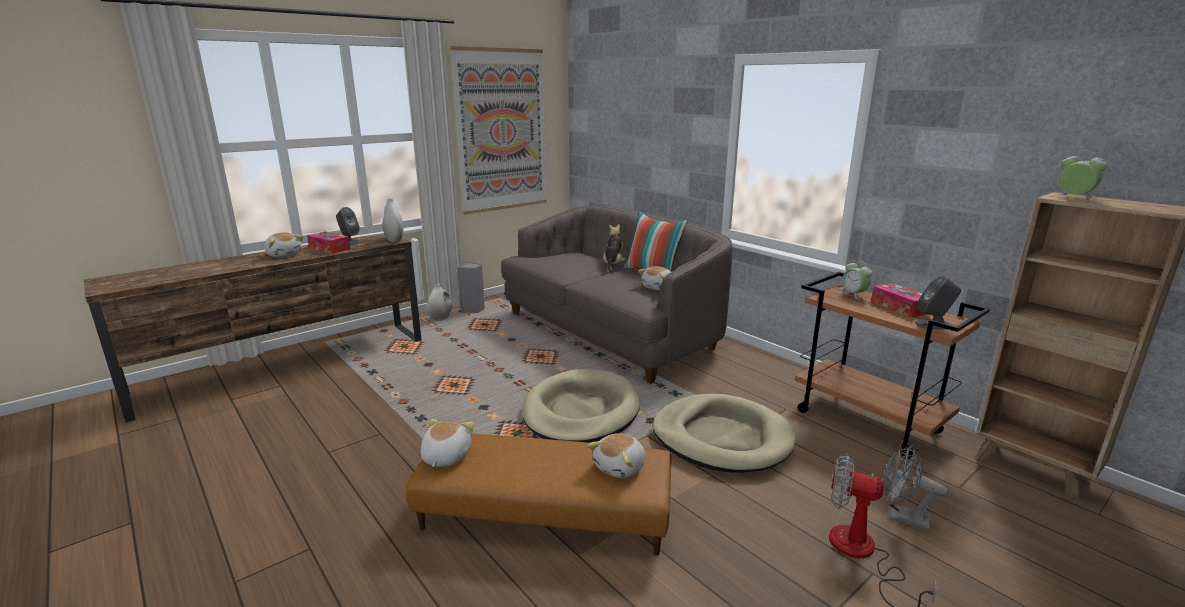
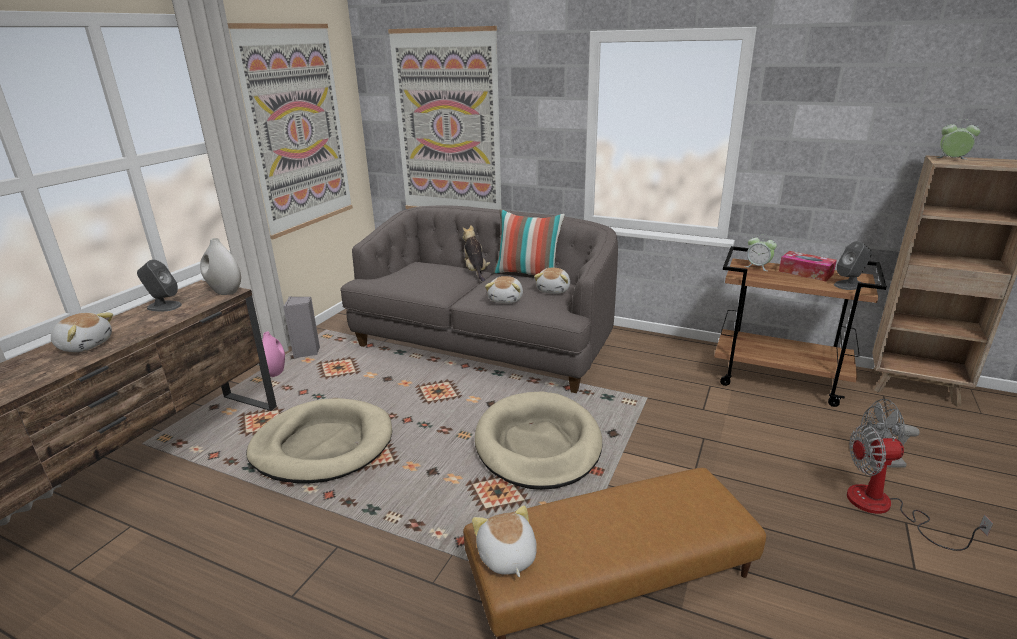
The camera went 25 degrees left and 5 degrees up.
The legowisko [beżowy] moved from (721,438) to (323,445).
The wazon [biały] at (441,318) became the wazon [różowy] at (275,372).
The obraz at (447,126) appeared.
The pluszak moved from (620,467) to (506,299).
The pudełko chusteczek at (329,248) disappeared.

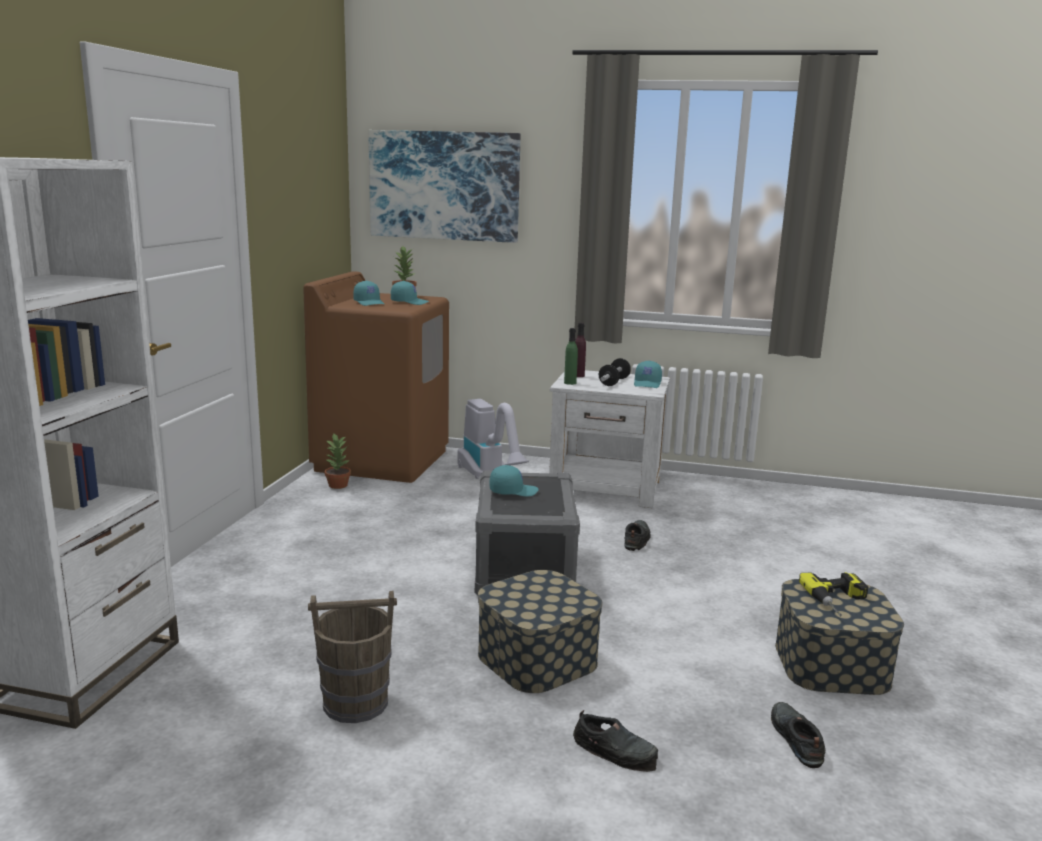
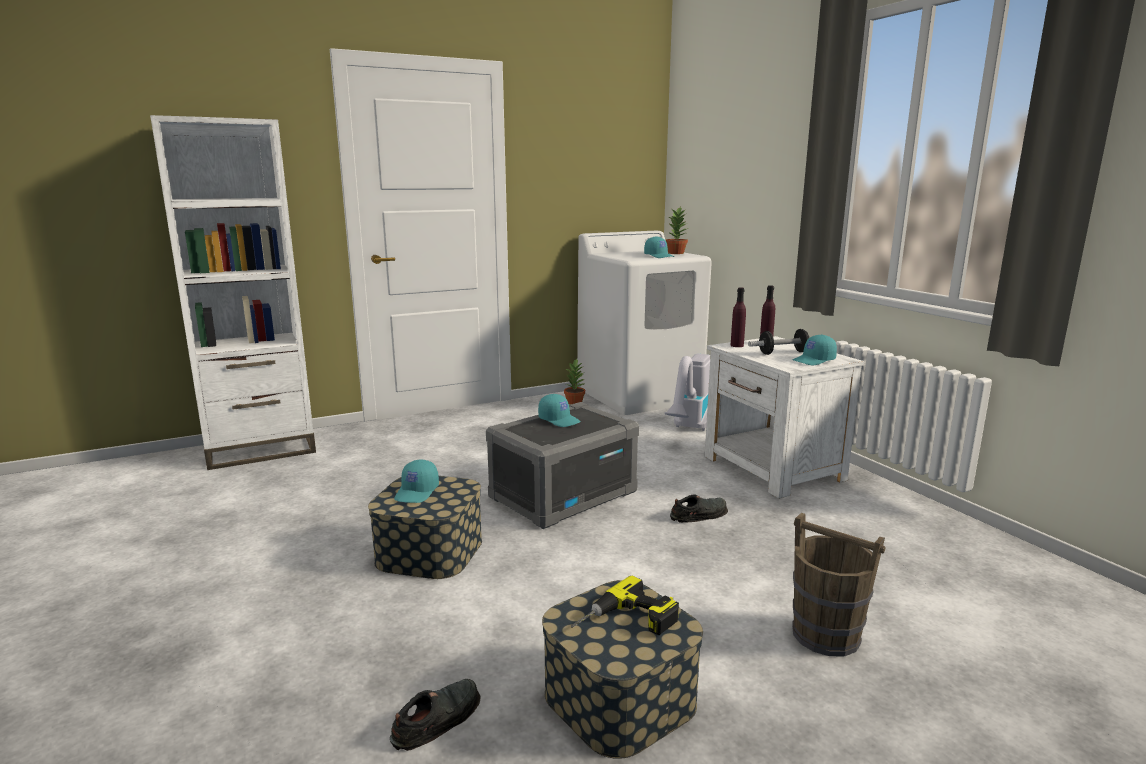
The camera went 50 degrees right and 0 degrees up.
The czapka z daszkiem [turkusowy] moved from (369,303) to (417,492).
The pralka [brązowy] at (382,460) became the pralka [biały] at (639,395).
The butelka [zielony] at (570,383) became the butelka [fioletowy] at (737,345).
The wiadro [brązowy] moved from (356,703) to (826,635).
The obraz at (444,186) disappeared.
The but [czarny] at (616,751) disappeared.

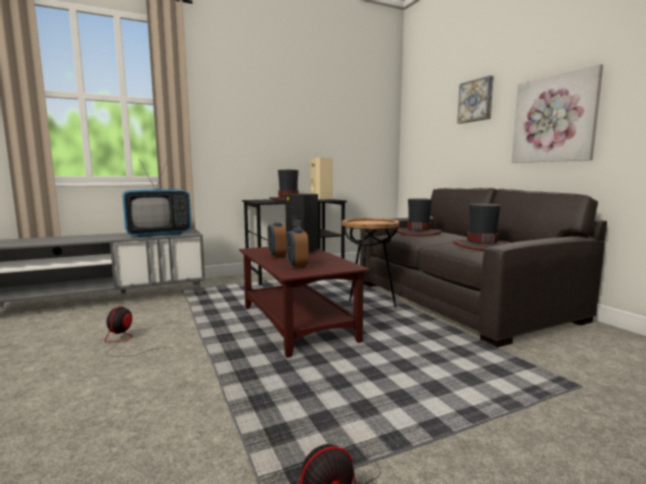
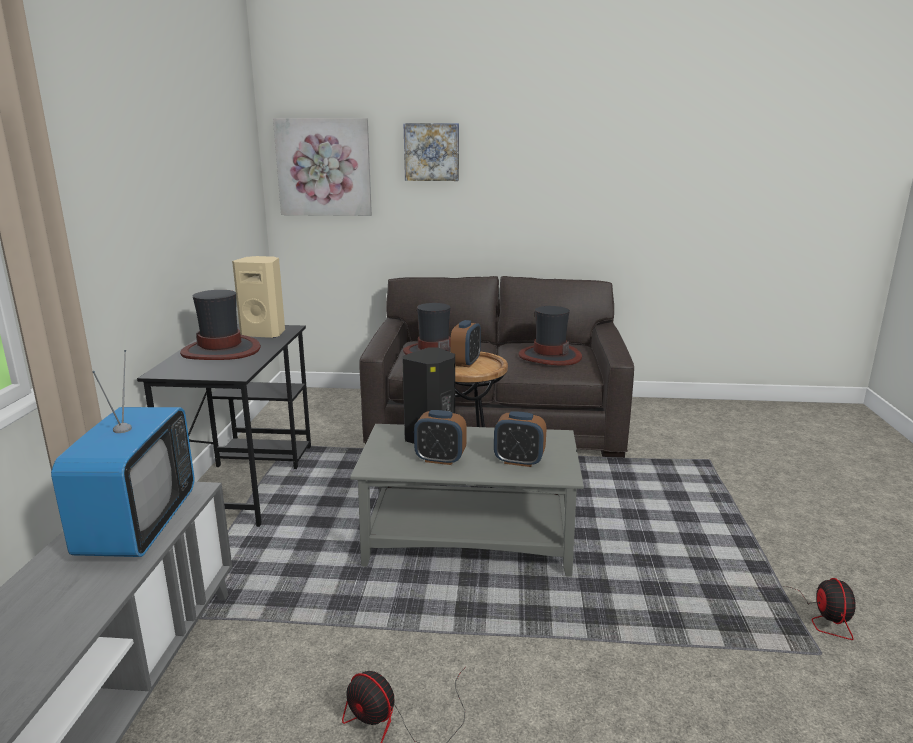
The camera went 60 degrees left and 10 degrees up.
The obraz moved from (554,119) to (324,167).
The ława [brązowy] at (298,324) became the ława [szary] at (470,540).
The budzik at (466,363) appeared.

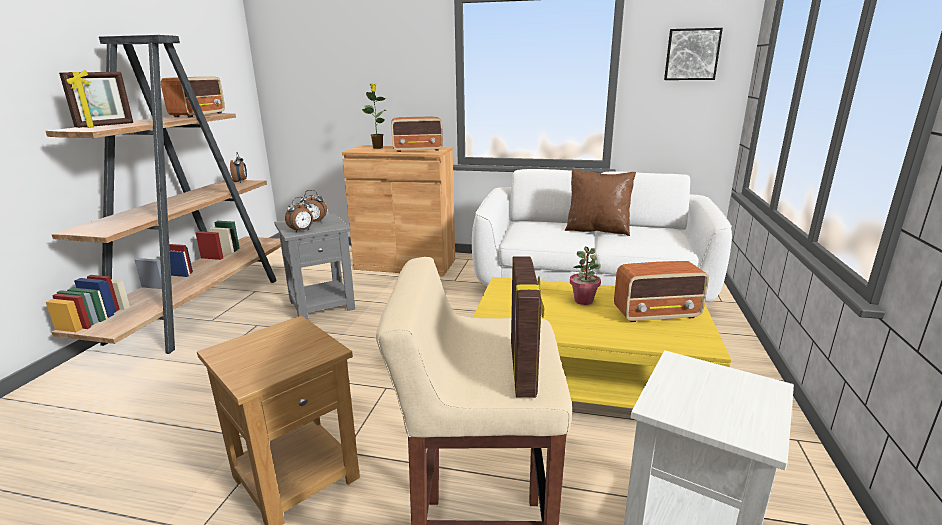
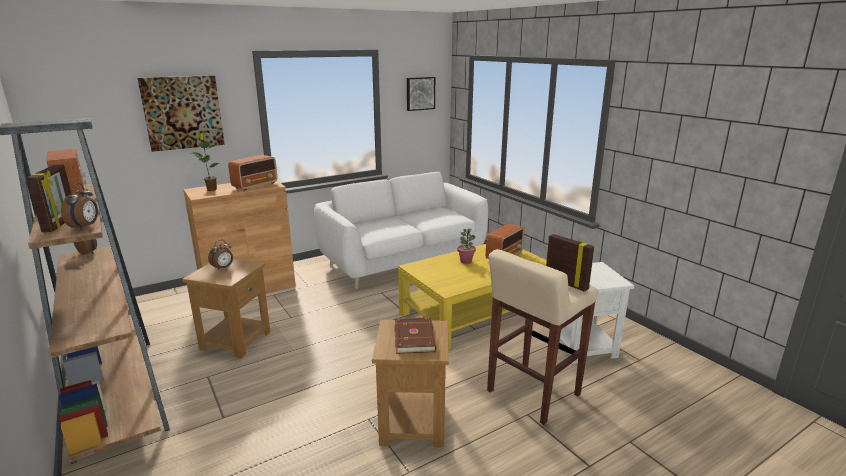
The camera went 45 degrees left and 0 degrees up.
The budzik moved from (302,231) to (85,226).
The obraz at (183,112) appeared.
The stolik [szary] at (322,304) became the stolik [brązowy] at (236,340).
The książka [brązowy] at (415,337) appeared.
The poduszka [brązowy] at (597,230) disappeared.

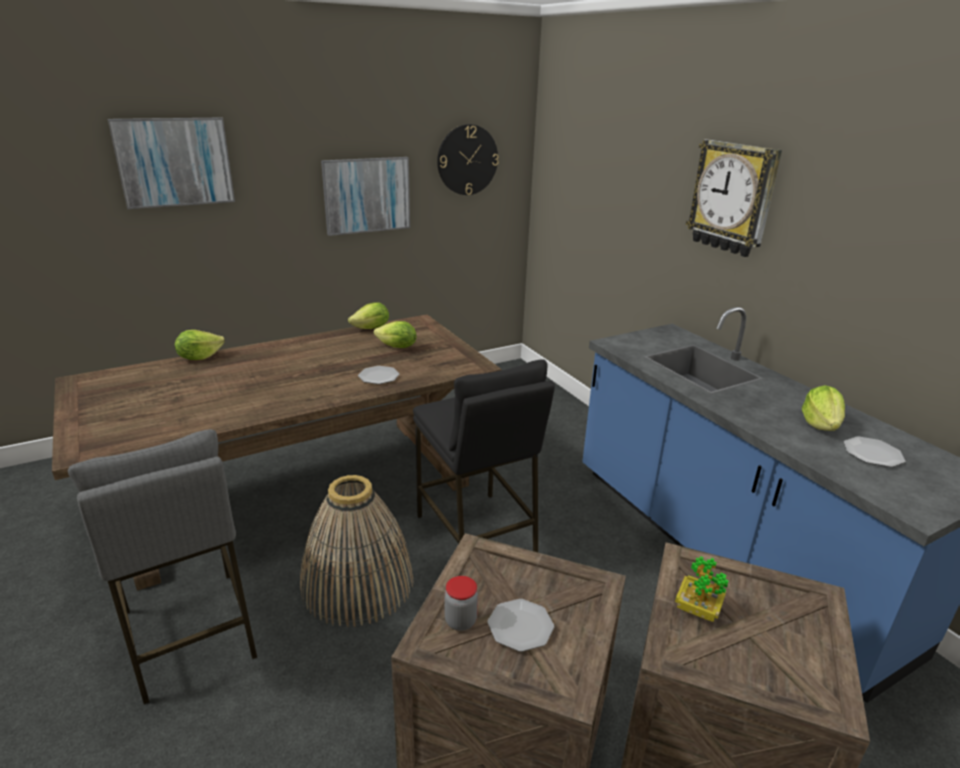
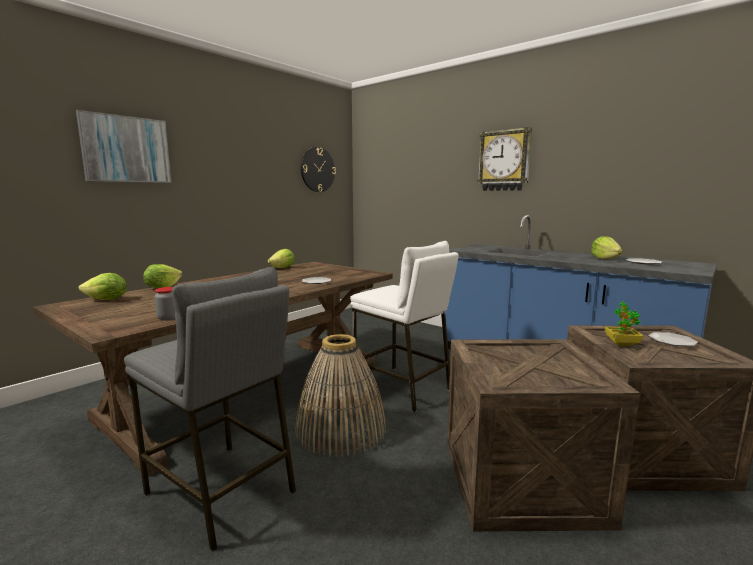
The camera went 20 degrees left and 15 degrees down.
The sałata moved from (397,347) to (106,300).
The słoik moved from (460,621) to (168,318).
The stołek [czarny] at (476,534) became the stołek [biały] at (402,388).
The talerz moved from (520,626) to (671,341).
The obraz at (367,195) disappeared.

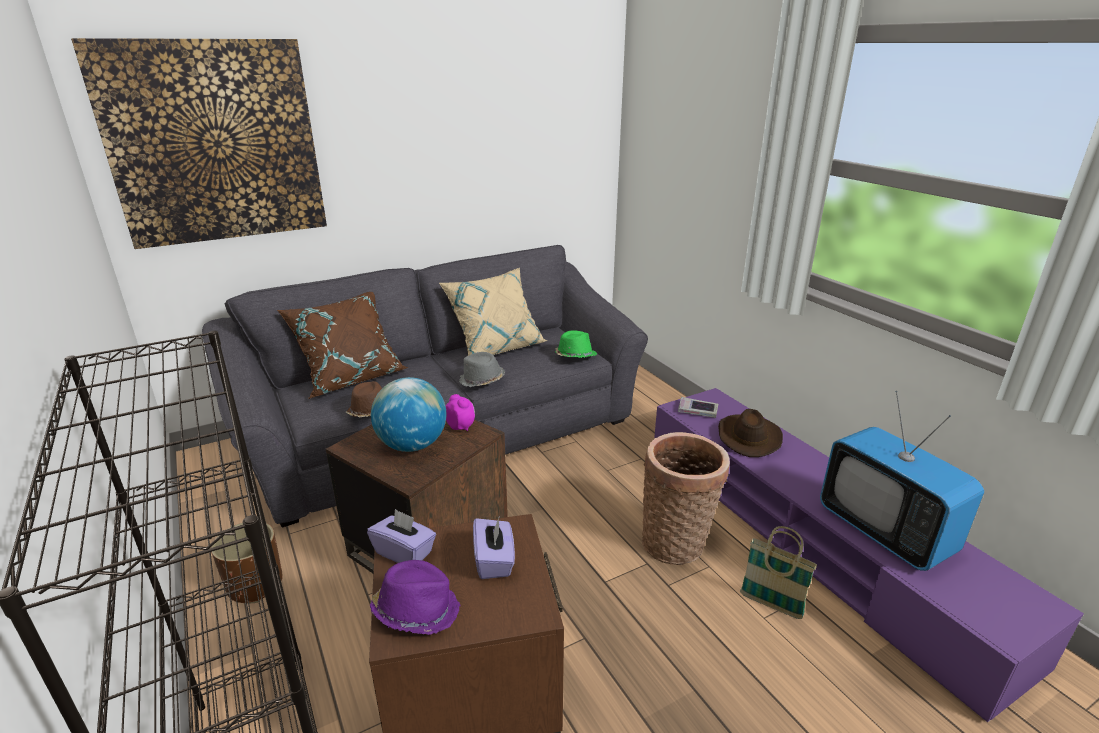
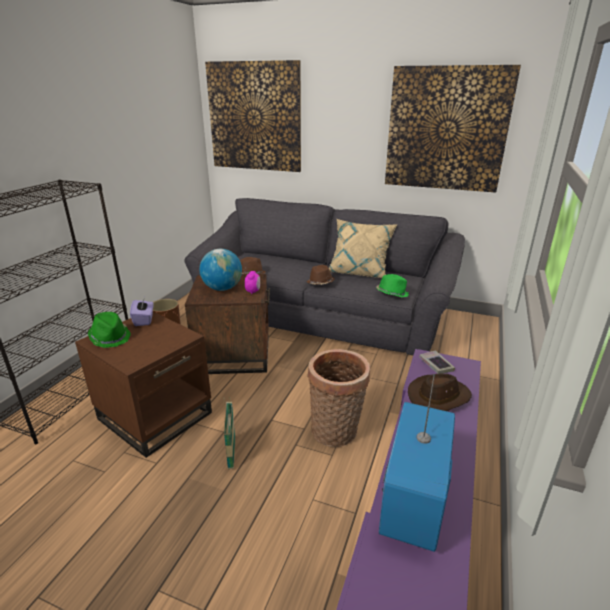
The camera went 50 degrees right and 0 degrees up.
The kapelusz [fioletowy] at (416,610) became the kapelusz [zielony] at (110,338).
The koszyk moved from (771,605) to (231,454).
The kapelusz [szary] at (481,380) became the kapelusz [brązowy] at (320,283).
The obraz at (446,129) appeared.
The poduszka [brązowy] at (351,377) disappeared.
The pudełko chusteczek [fioletowy] at (494,561) disappeared.

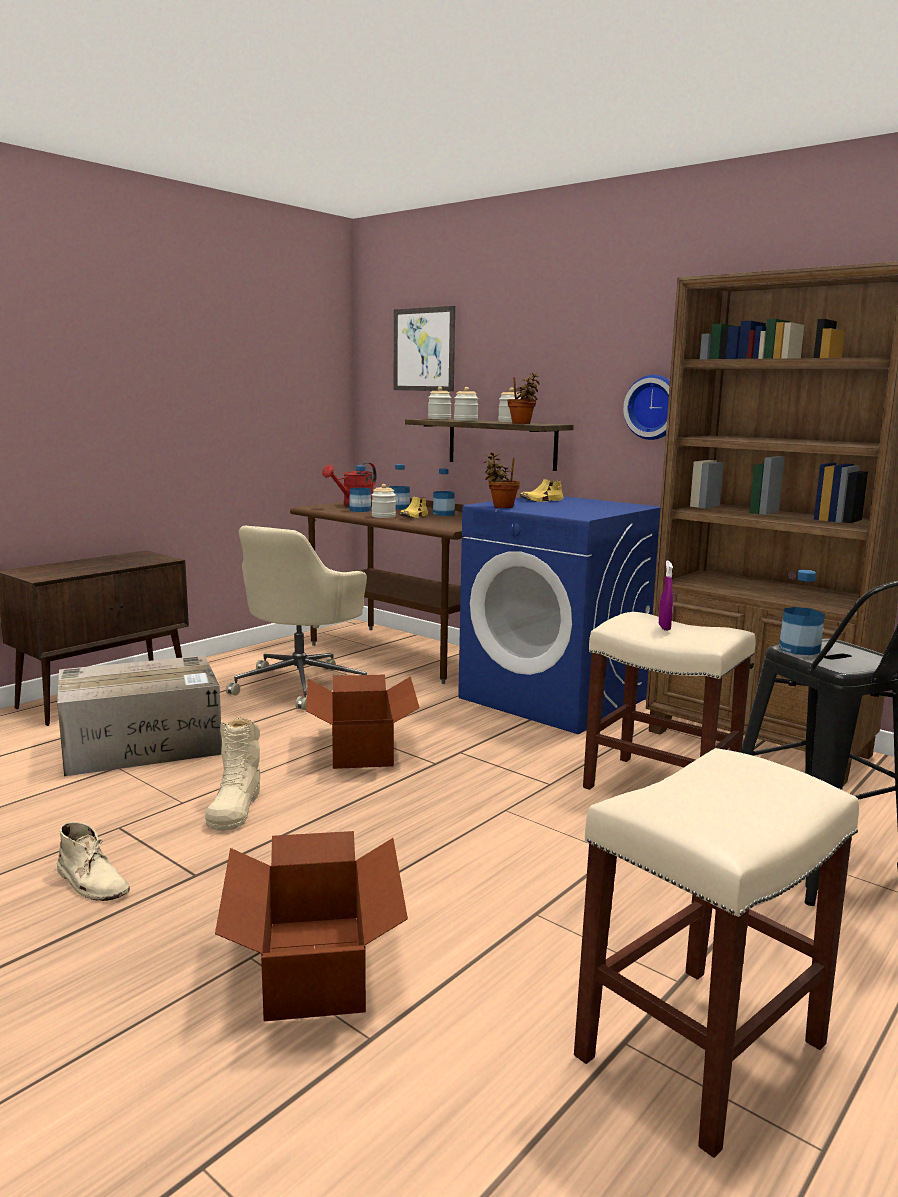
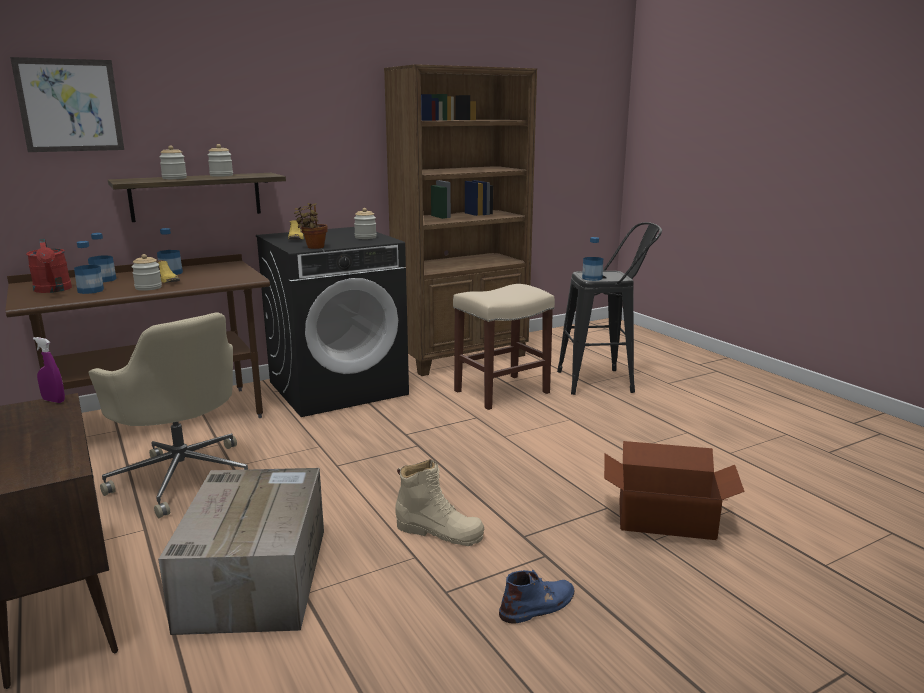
The camera went 70 degrees left and 5 degrees up.
The spryskiwacz [fioletowy] moved from (664,627) to (53,401).
The pralka [niebieski] at (555,698) became the pralka [czarny] at (338,388).
The słoik moved from (439,419) to (365,237).
The but z cholewką [beżowy] at (92,882) became the but z cholewką [niebieski] at (538,605).
The karton at (362,748) disappeared.
The roślina doniczkowa at (522,423) disappeared.
The stołek [beżowy] at (701,1053) disappeared.
The zegar ścienny at (654,407) disappeared.

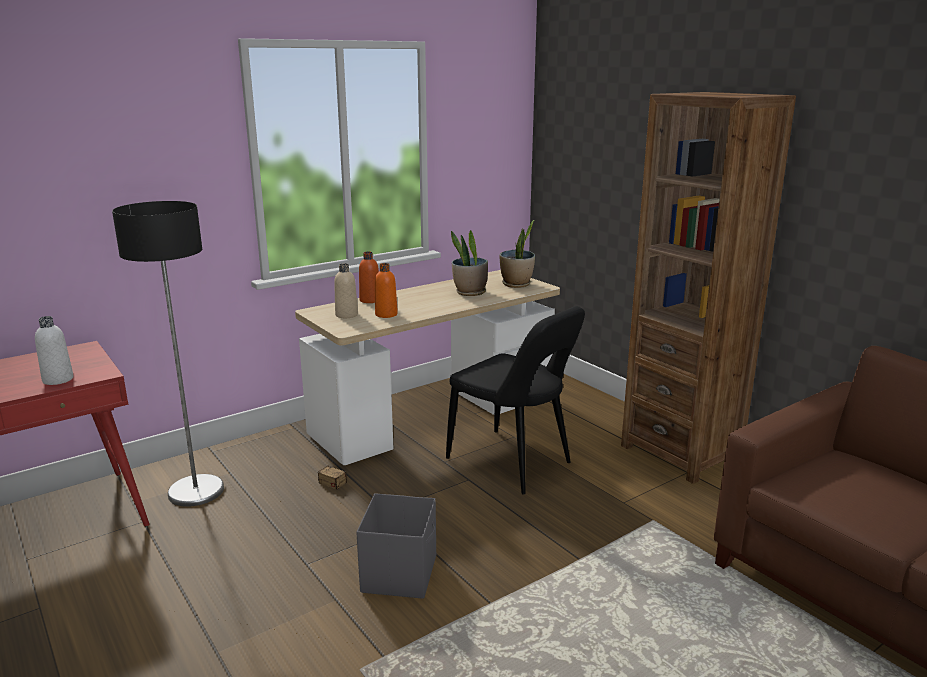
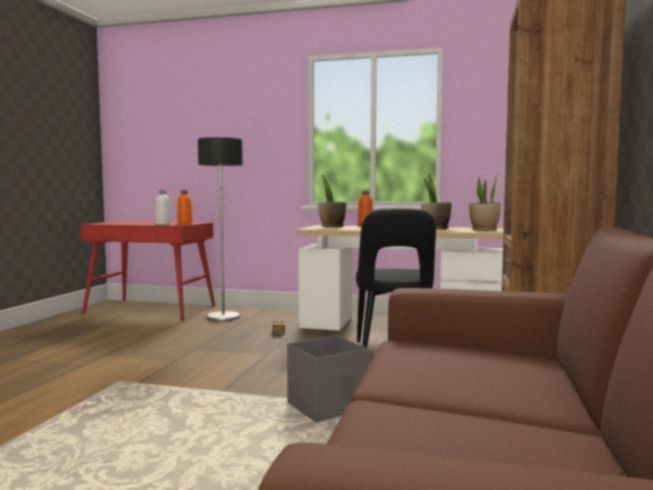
The camera went 50 degrees right and 15 degrees down.
The butelka [pomarańczowy] moved from (386,314) to (185,224).
The pojemnik do przechowywania [szary] moved from (400,573) to (328,407).
The butelka [beżowy] at (346,315) was replaced by the roślina doniczkowa at (332,227).

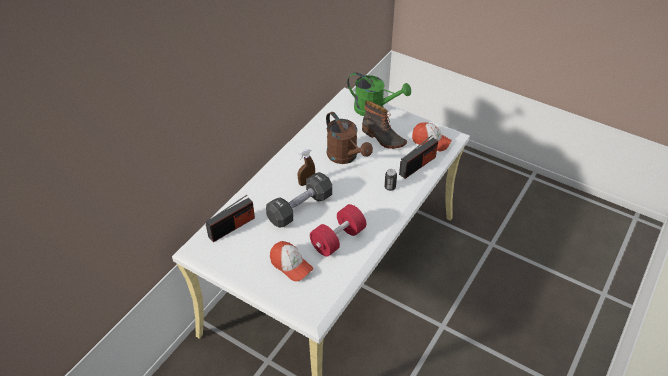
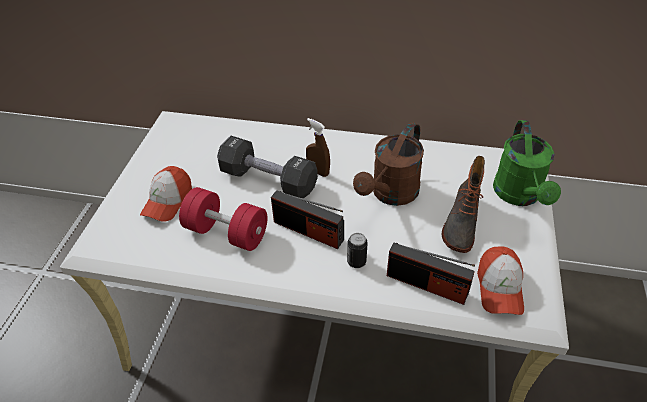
The camera went 70 degrees right and 0 degrees up.
The radio moved from (232,227) to (308,231).

